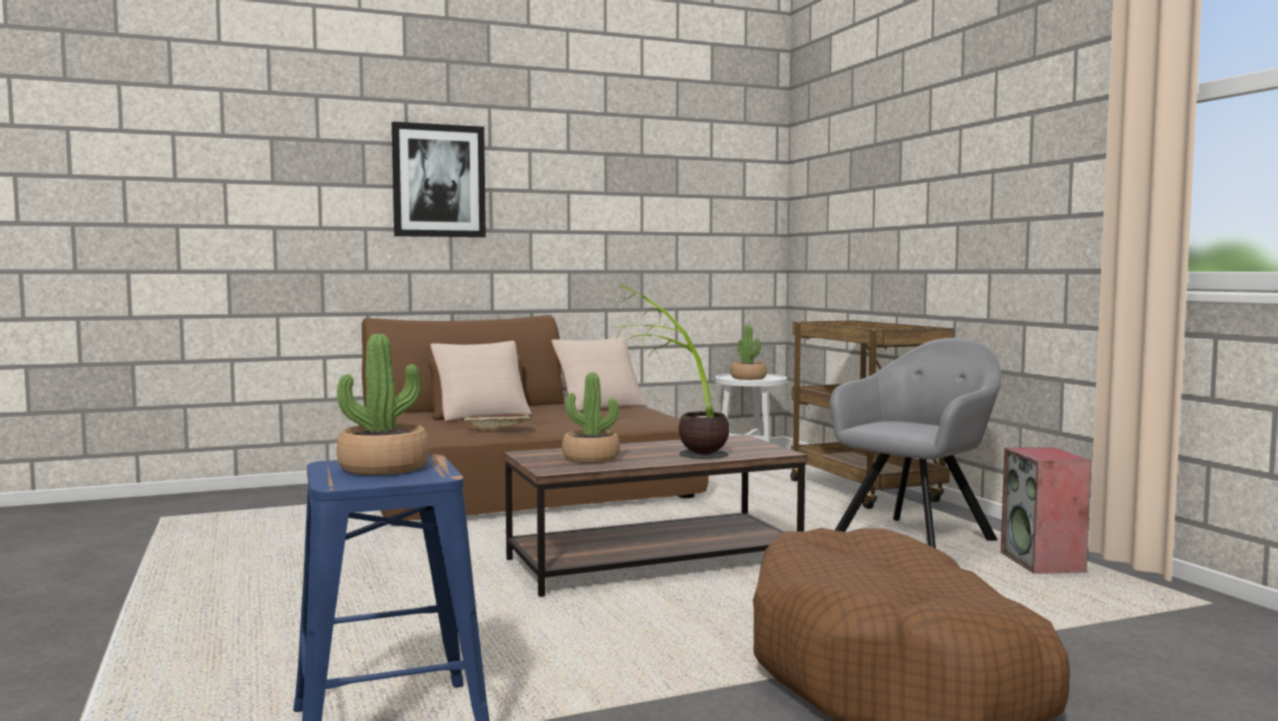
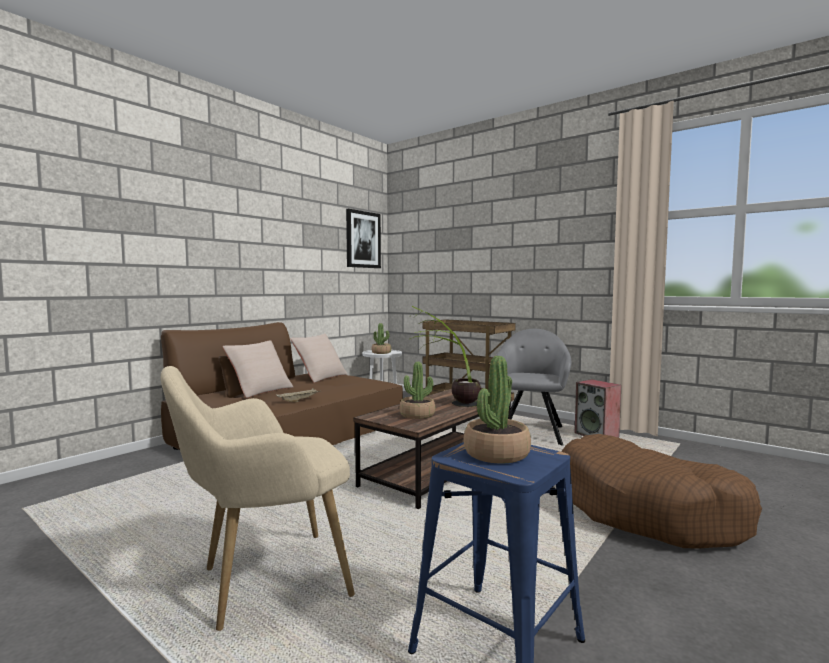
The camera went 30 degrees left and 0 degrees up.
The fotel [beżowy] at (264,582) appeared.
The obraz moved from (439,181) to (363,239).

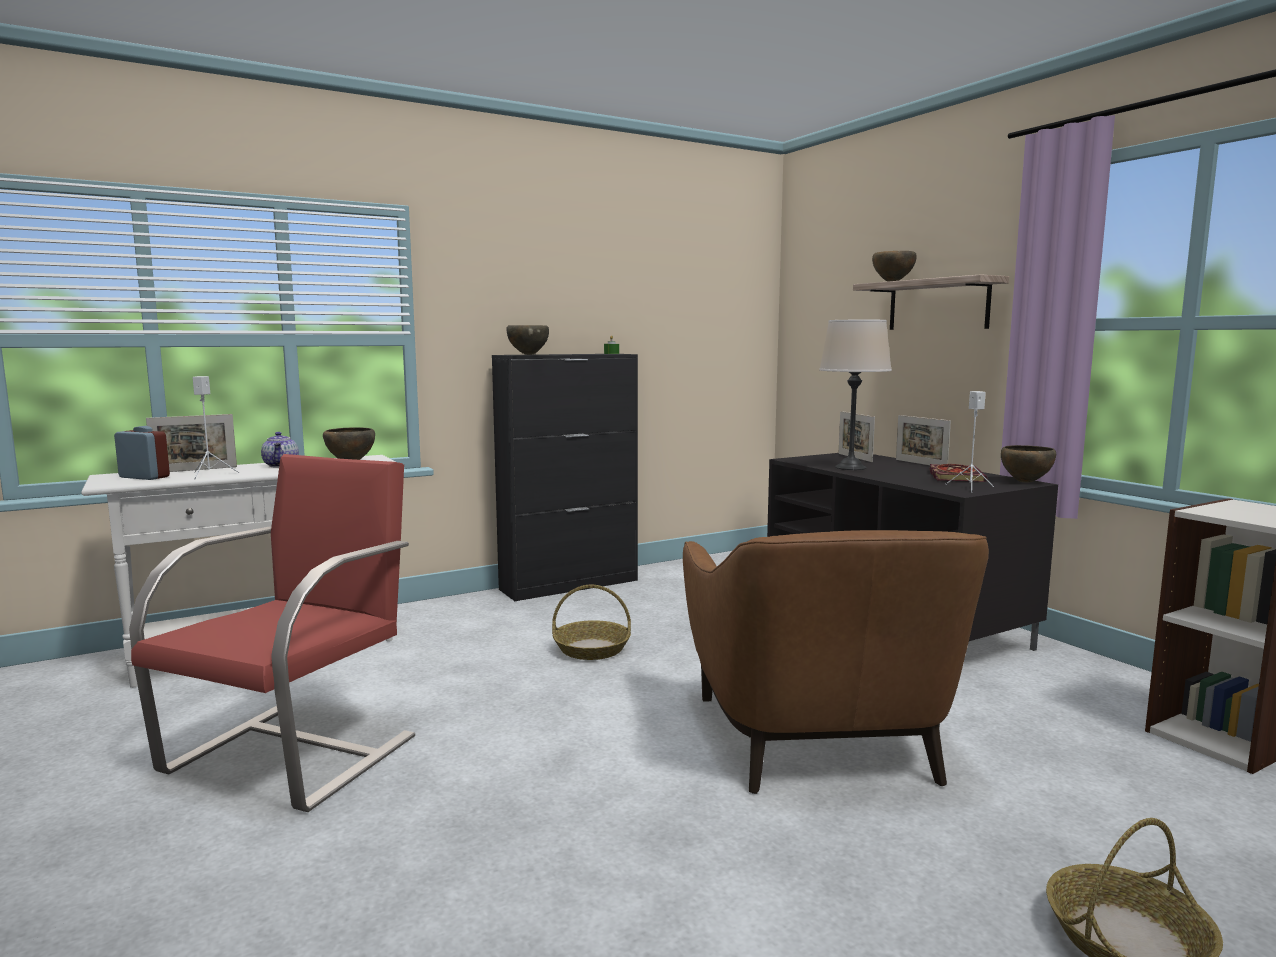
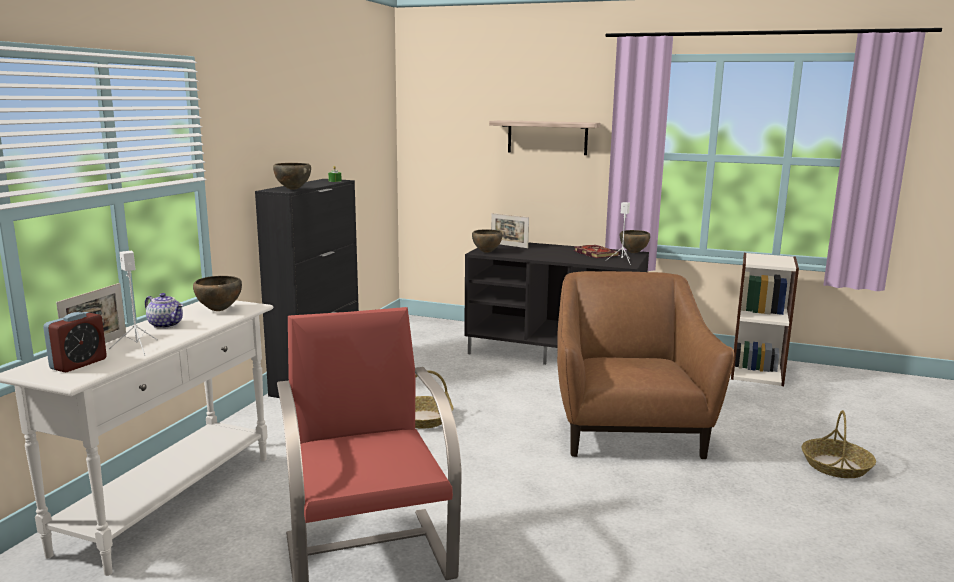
The camera went 40 degrees left and 5 degrees up.
The budzik at (144,477) turned 135 degrees clockwise.
The miska [brązowy] moved from (892,282) to (487,252).
The fotel [brązowy] at (818,739) turned 135 degrees counterclockwise.
The lampa stołowa [beżowy] at (850,467) disappeared.
The ramka na zdjęcie at (920,463) disappeared.

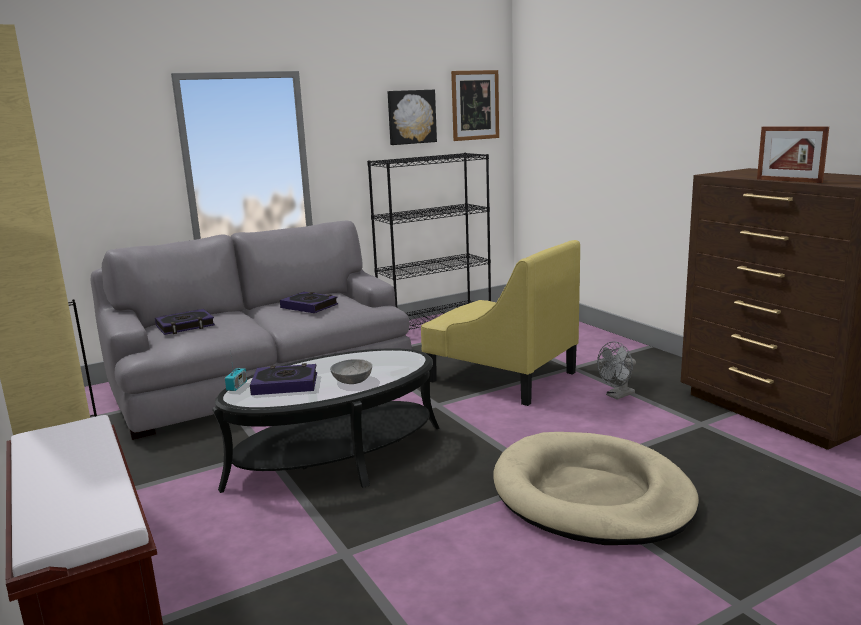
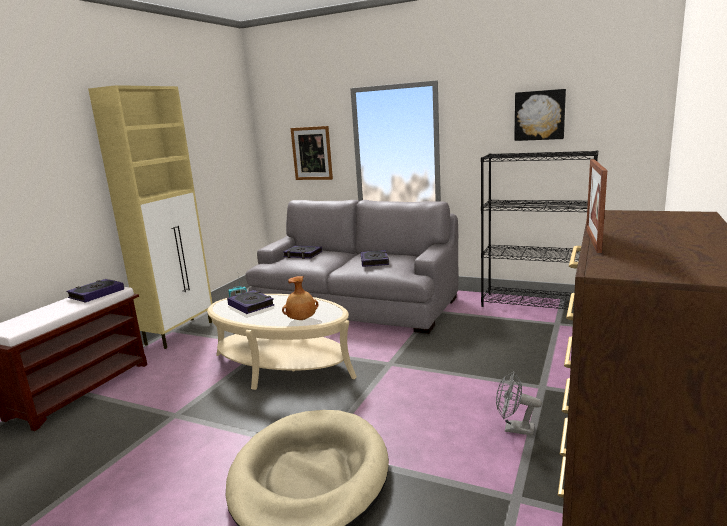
The camera went 55 degrees right and 0 degrees up.
The książka at (96,294) appeared.
The ława [czarny] at (336,456) became the ława [beżowy] at (282,365).
The wazon [brązowy] at (302,320) appeared.
The obraz moved from (475,105) to (312,153).
The miska [szary] at (352,380) disappeared.
The fotel [żółty] at (501,376) disappeared.

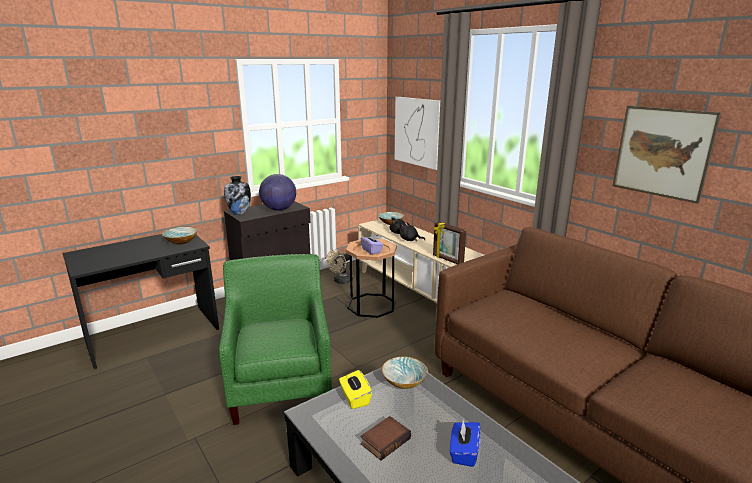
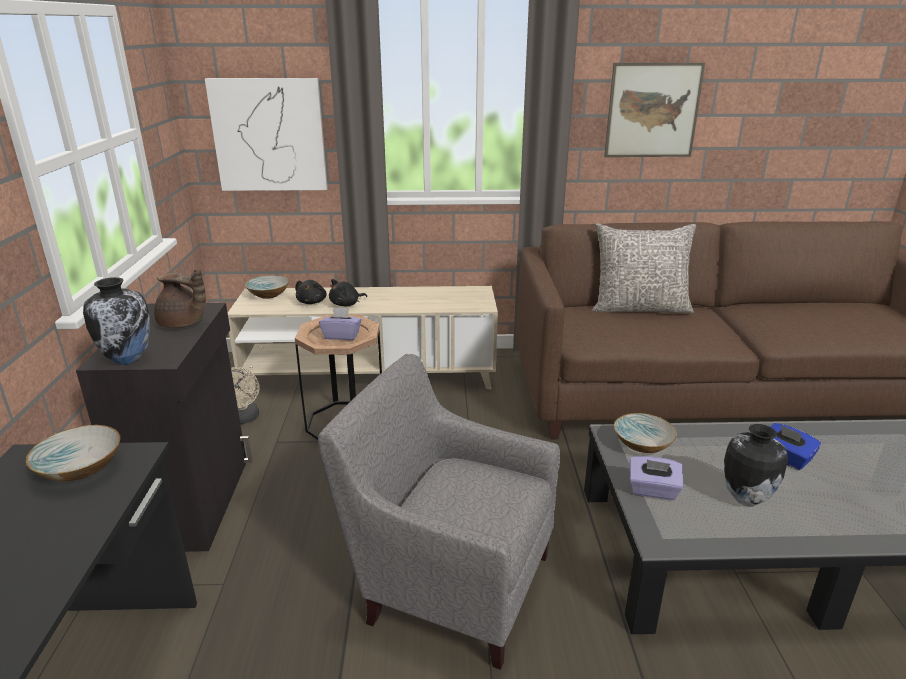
The camera went 55 degrees left and 5 degrees up.
The globus at (279,209) was replaced by the imbryk [brązowy] at (183,324).
The fotel [zielony] at (282,385) became the fotel [szary] at (450,580).
The poduszka [szary] at (639,308) appeared.
The pudełko chusteczek [żółty] at (355,398) became the pudełko chusteczek [fioletowy] at (653,490).
The książka at (385,440) was replaced by the wazon at (745,498).
The ramka na zdjęcie at (447,260) disappeared.

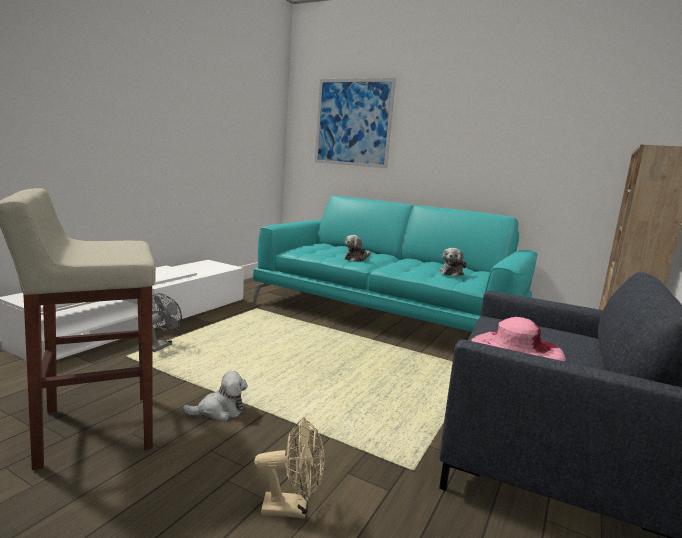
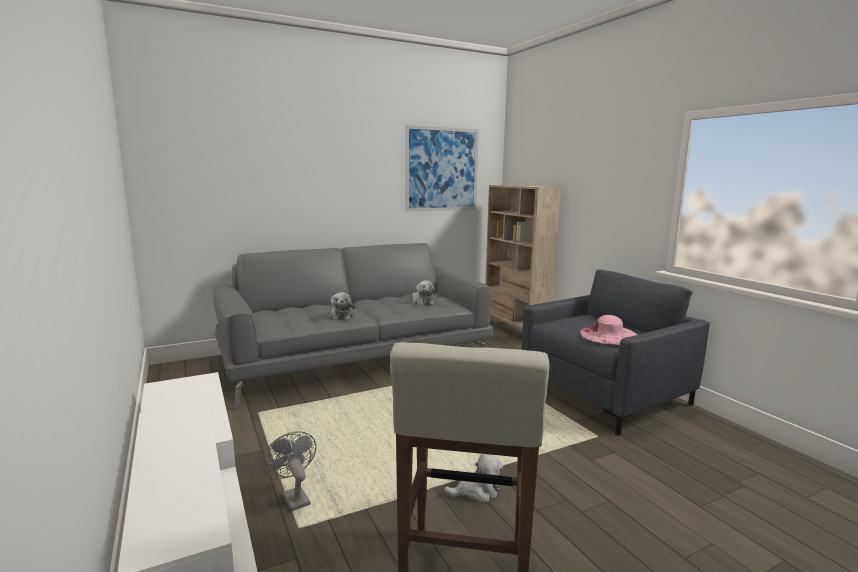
The camera went 55 degrees left and 0 degrees up.
The kanapa [turkusowy] at (388,313) became the kanapa [szary] at (356,358).
The obraz moved from (353,122) to (442,169).
The pluszak at (219,411) turned 60 degrees clockwise.
The wentylator [beżowy] at (292,508) disappeared.

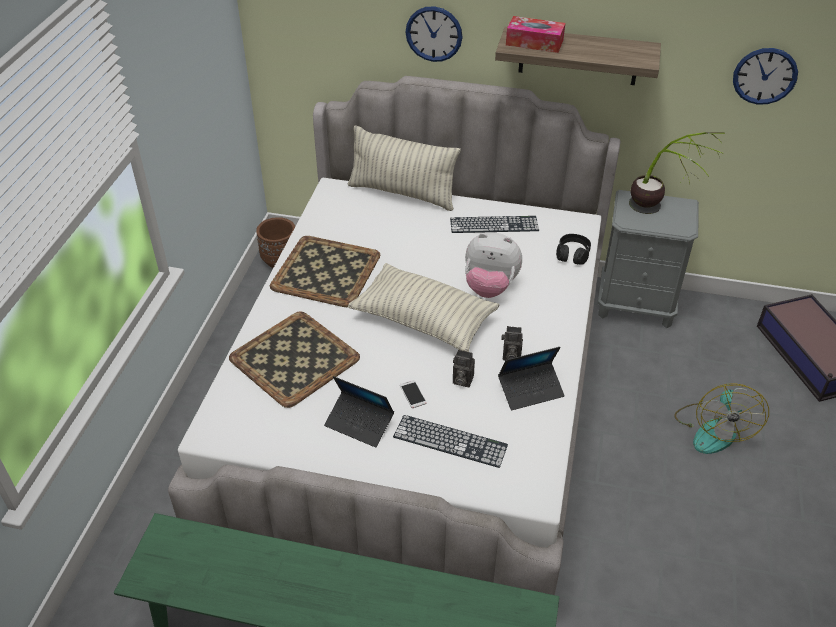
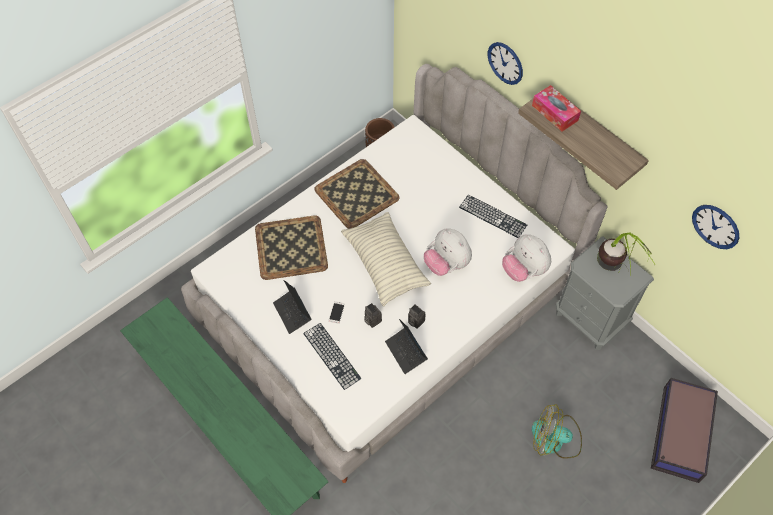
The camera went 35 degrees right and 15 degrees up.
The laptop at (530,390) turned 45 degrees clockwise.
The słuchawki [czarny] at (572,254) was replaced by the pluszak at (524,270).
The wentylator at (713,429) turned 60 degrees clockwise.
The poduszka at (402,193) disappeared.

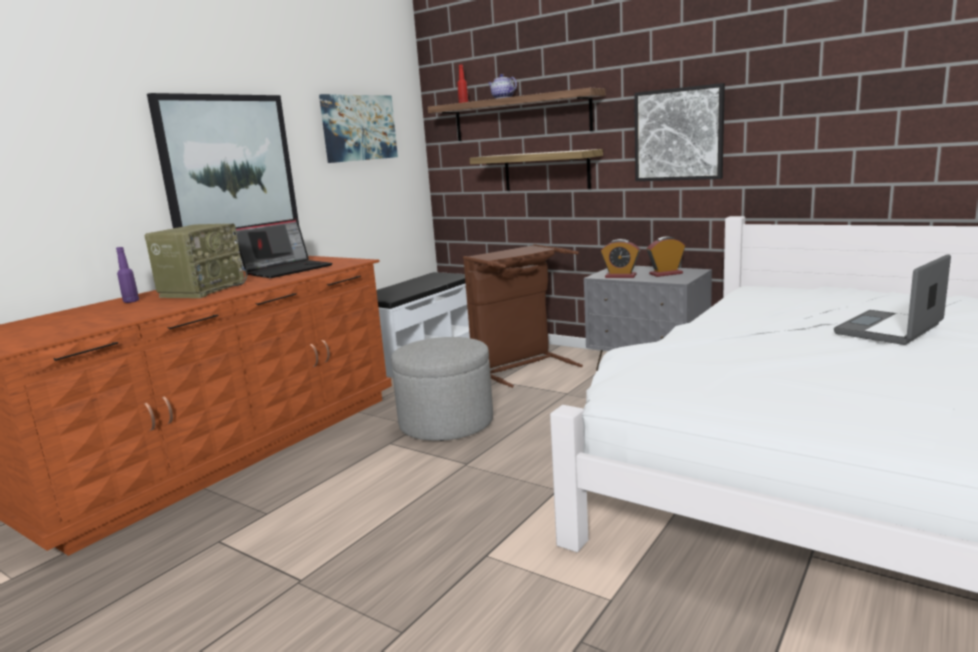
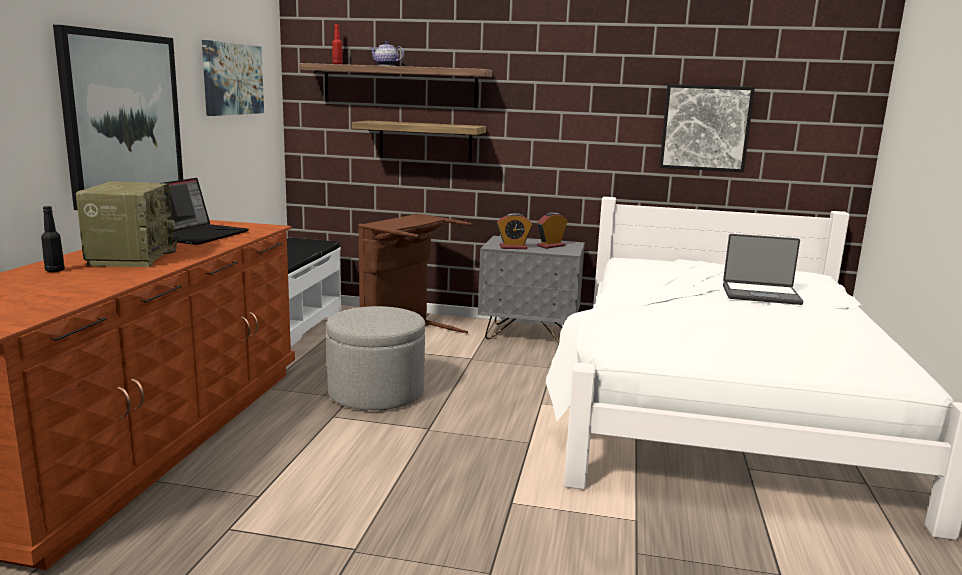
The camera went 25 degrees left and 0 degrees up.
The butelka [fioletowy] at (131,301) became the butelka [czarny] at (55,270).
The obraz moved from (678,134) to (705,128).
The laptop at (890,330) turned 105 degrees counterclockwise.

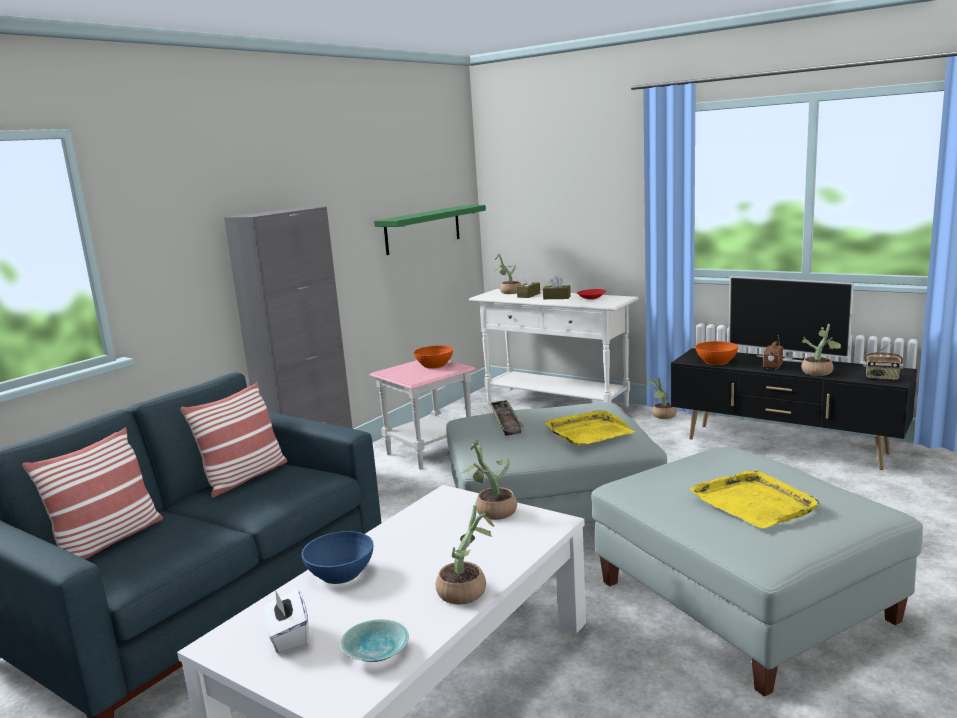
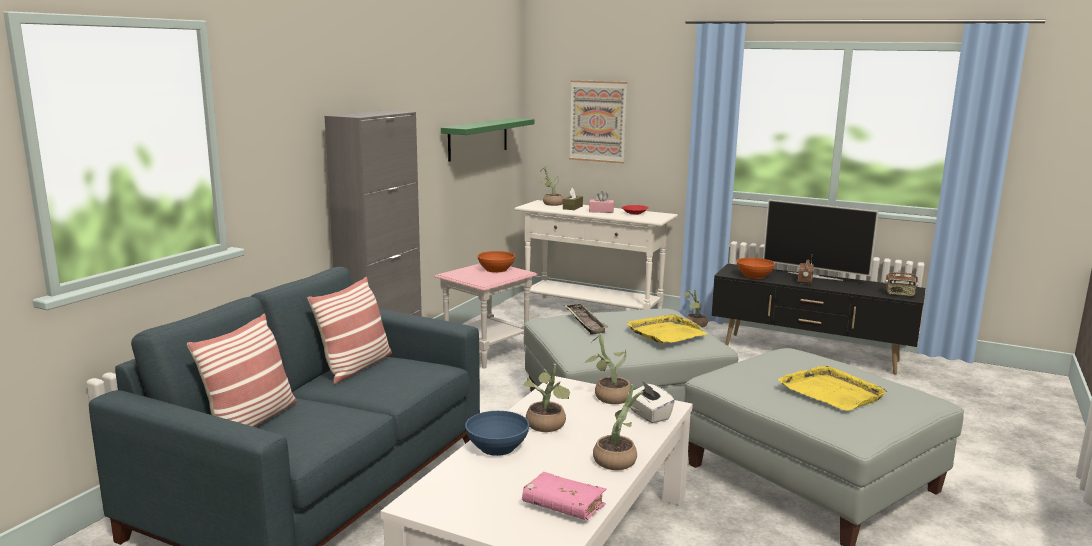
The camera went 10 degrees left and 0 degrees up.
The miska [turkusowy] at (376,651) was replaced by the książka [różowy] at (563,506).
The roślina doniczkowa moved from (819,373) to (547,427).
The obraz at (598,121) appeared.
The pudełko chusteczek [brązowy] at (556,297) became the pudełko chusteczek [różowy] at (601,211).
The pudełko chusteczek [biały] moved from (288,637) to (649,415).

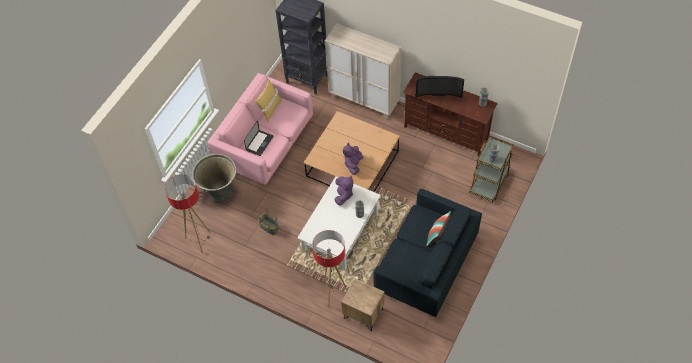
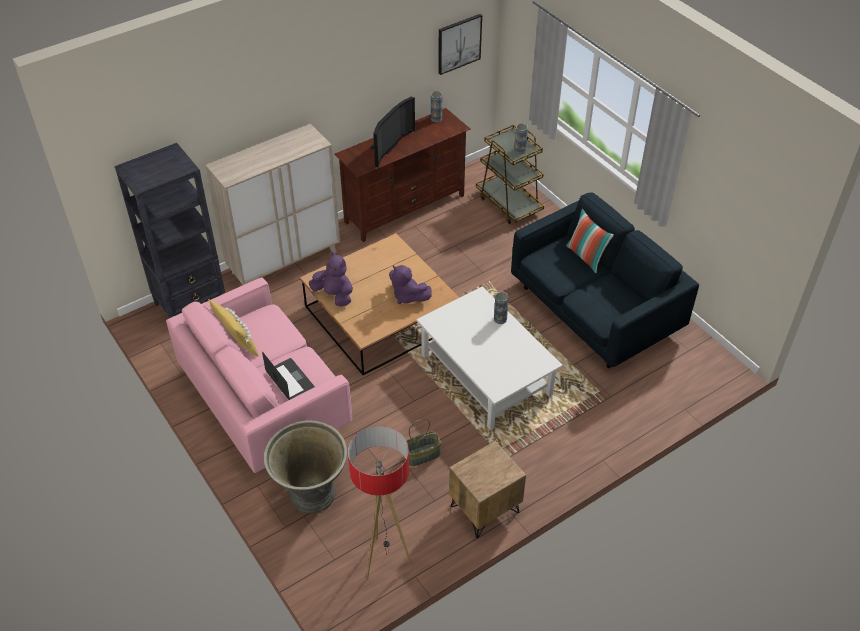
The camera went 65 degrees left and 10 degrees down.
The pluszak [fioletowy] moved from (343,195) to (334,295).
The obraz at (459,43) appeared.
The szafka nocna [brązowy] moved from (363,314) to (485,509).
The lampa stojąca at (333,294) disappeared.

